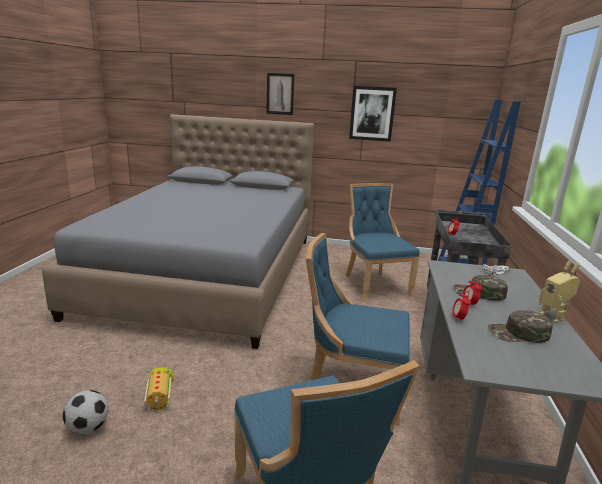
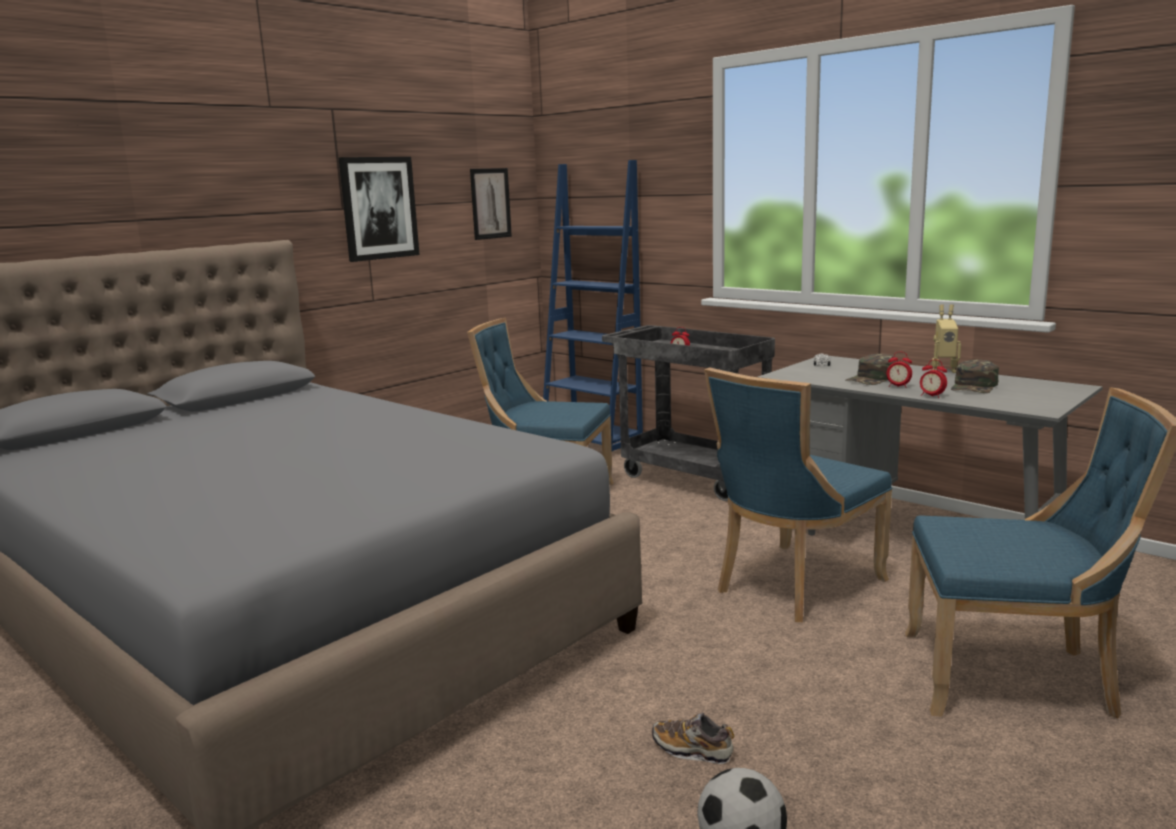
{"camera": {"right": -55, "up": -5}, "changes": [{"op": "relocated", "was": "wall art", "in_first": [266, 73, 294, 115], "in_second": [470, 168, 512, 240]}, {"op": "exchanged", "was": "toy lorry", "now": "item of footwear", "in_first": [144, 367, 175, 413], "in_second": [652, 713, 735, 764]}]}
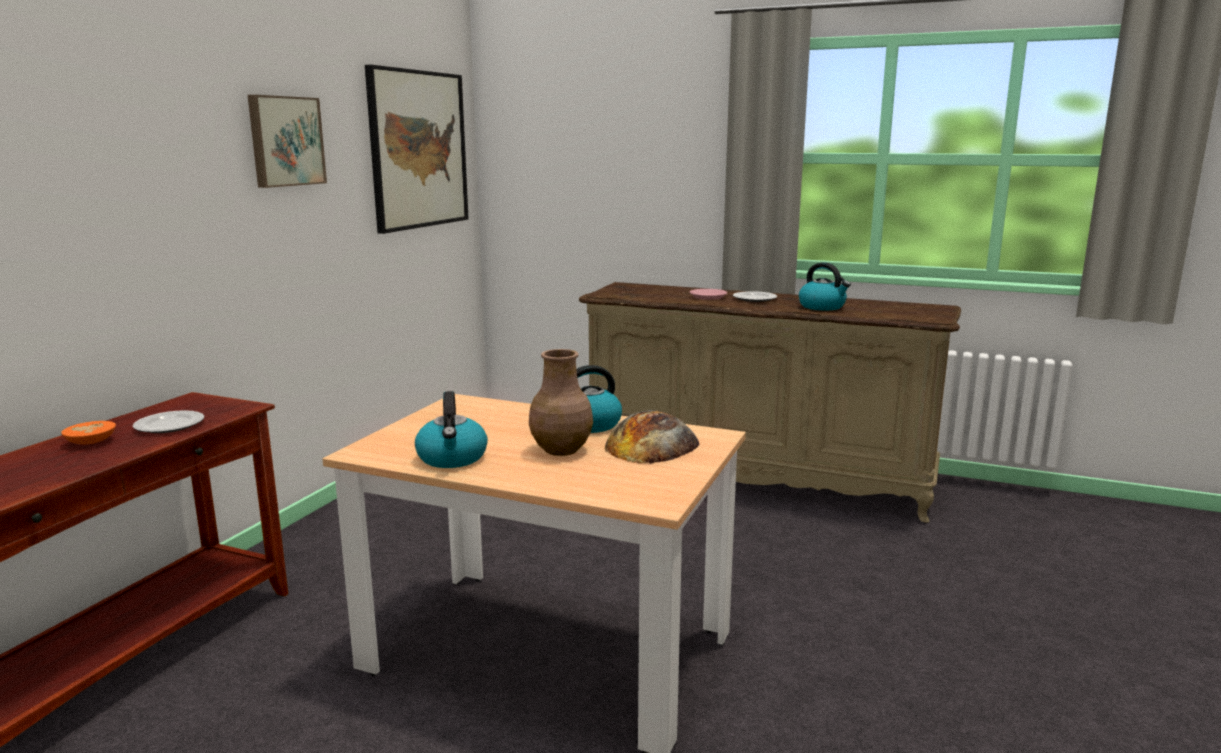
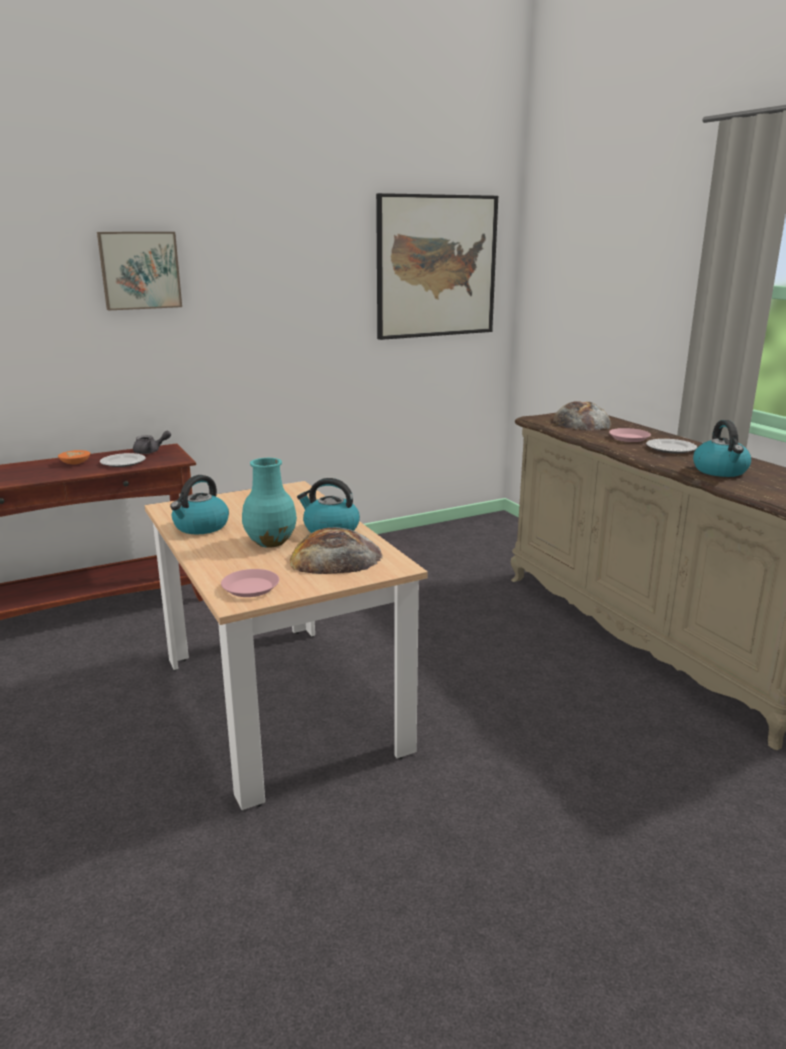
{"camera": {"right": 40, "up": 5}, "changes": [{"op": "appeared", "now": "pot for tea/grey", "in_second": [133, 431, 171, 454]}, {"op": "appeared", "now": "flat dish/pinkish", "in_second": [221, 569, 279, 597]}, {"op": "appeared", "now": "bakery bread", "in_second": [553, 401, 611, 431]}, {"op": "relocated", "was": "wall art", "in_first": [248, 95, 327, 188], "in_second": [97, 232, 182, 311]}, {"op": "colour", "was": "flower vase/brownish", "now": "flower vase/turquoise", "in_first": [529, 349, 593, 456], "in_second": [242, 458, 297, 548]}]}
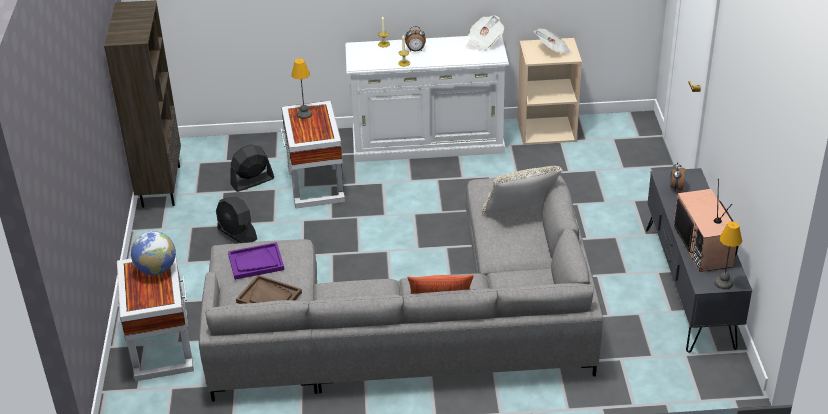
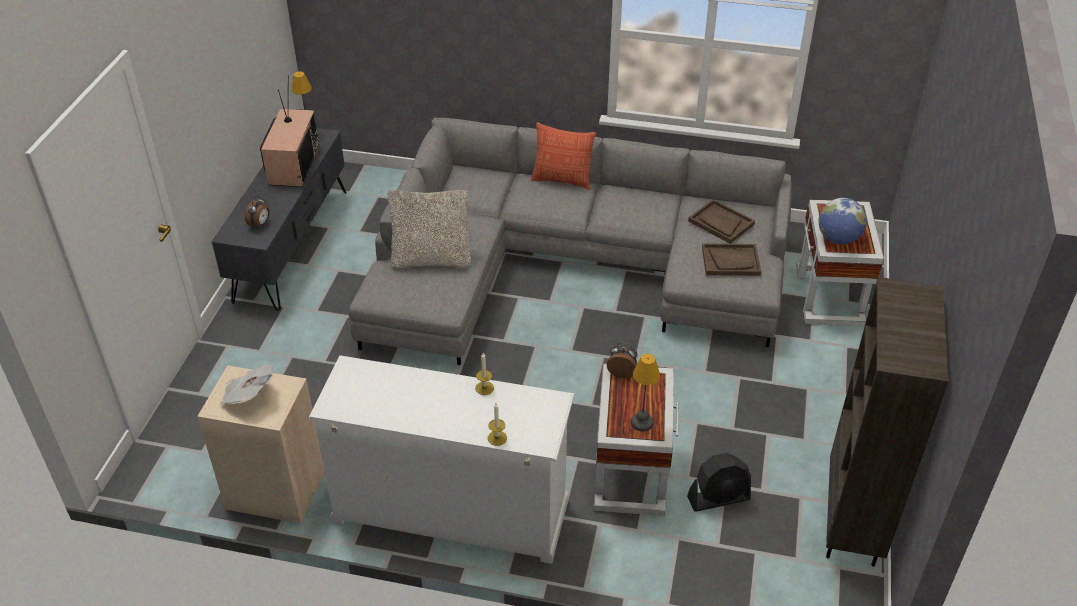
{"camera": {"right": -165, "up": 5}, "changes": [{"op": "missing", "was": "electric fan/blackish", "in_first": [216, 197, 257, 243]}, {"op": "missing", "was": "printed paper", "in_first": [466, 16, 504, 51]}, {"op": "relocated", "was": "table clock", "in_first": [405, 26, 426, 51], "in_second": [607, 343, 638, 378]}, {"op": "colour", "was": "carrying tray/purplish", "now": "carrying tray/brownish", "in_first": [228, 242, 284, 280], "in_second": [702, 244, 761, 276]}]}
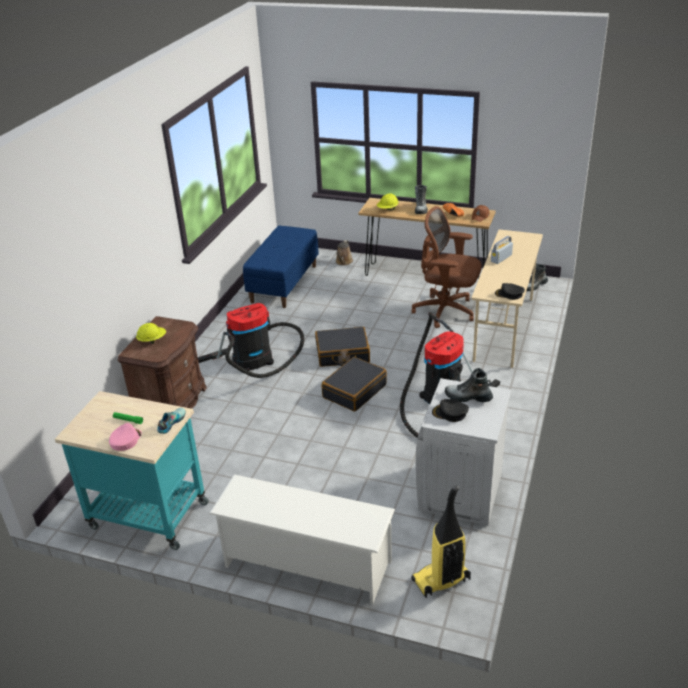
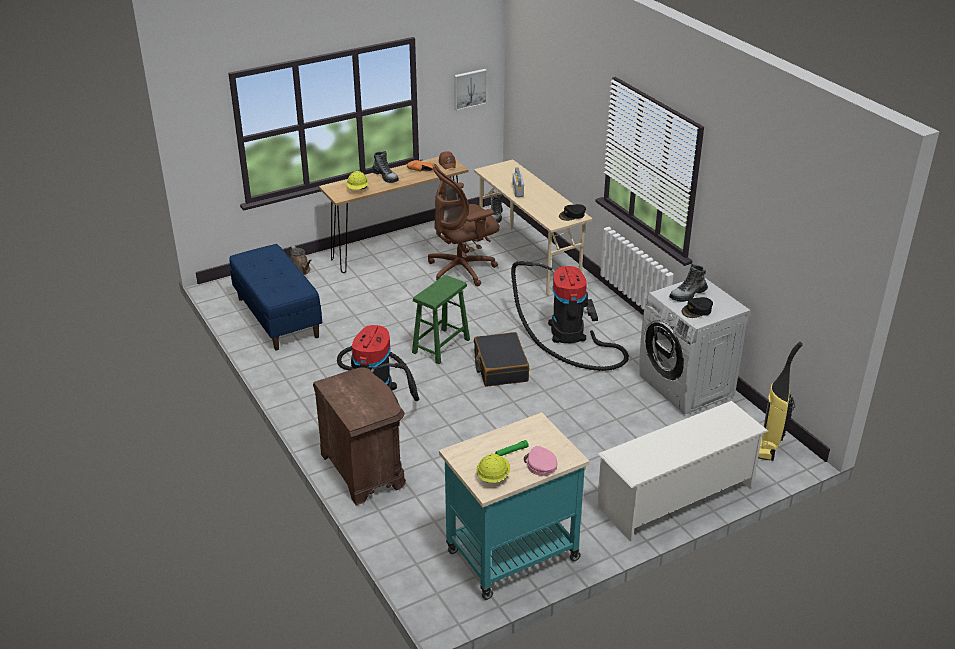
{"camera": {"right": -50, "up": 0}, "changes": [{"op": "missing", "was": "item of footwear", "in_first": [157, 408, 186, 434]}, {"op": "appeared", "now": "wall art", "in_second": [454, 69, 487, 111]}, {"op": "relocated", "was": "hard hat/yellowish", "in_first": [136, 323, 166, 344], "in_second": [476, 454, 510, 483]}, {"op": "exchanged", "was": "travel case/blackish", "now": "stool seat/greenish", "in_first": [315, 327, 370, 367], "in_second": [412, 275, 470, 364]}]}
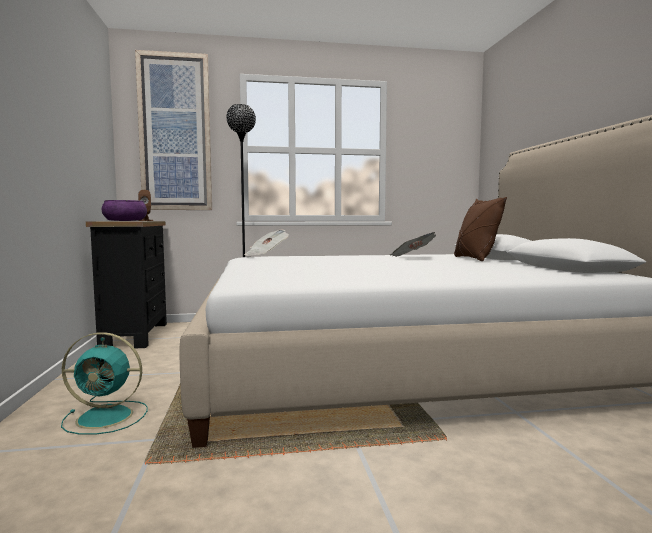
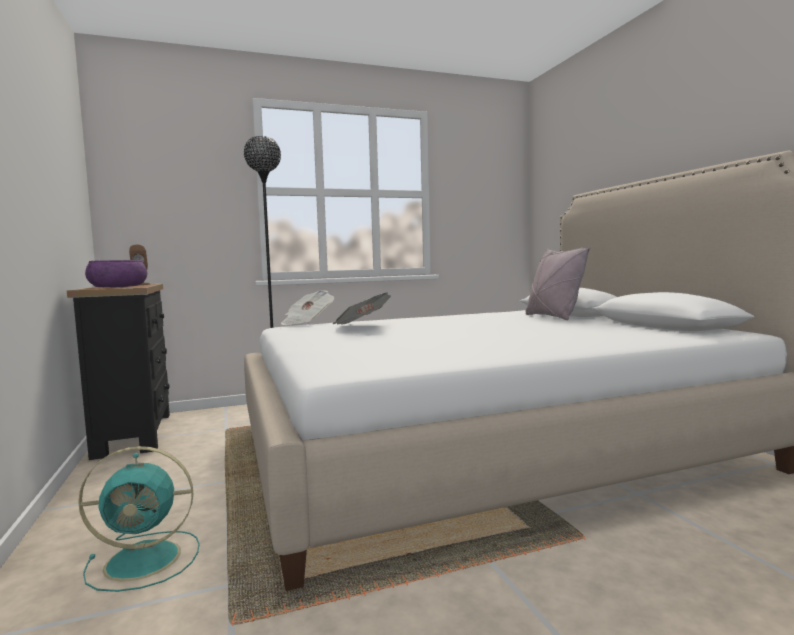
{"camera": {"right": -10, "up": 0}, "changes": [{"op": "missing", "was": "wall art", "in_first": [135, 50, 212, 210]}, {"op": "relocated", "was": "printed paper", "in_first": [390, 232, 436, 257], "in_second": [333, 292, 391, 325]}, {"op": "colour", "was": "throw pillow/brownish", "now": "throw pillow/purplish", "in_first": [454, 197, 507, 261], "in_second": [525, 247, 590, 320]}]}
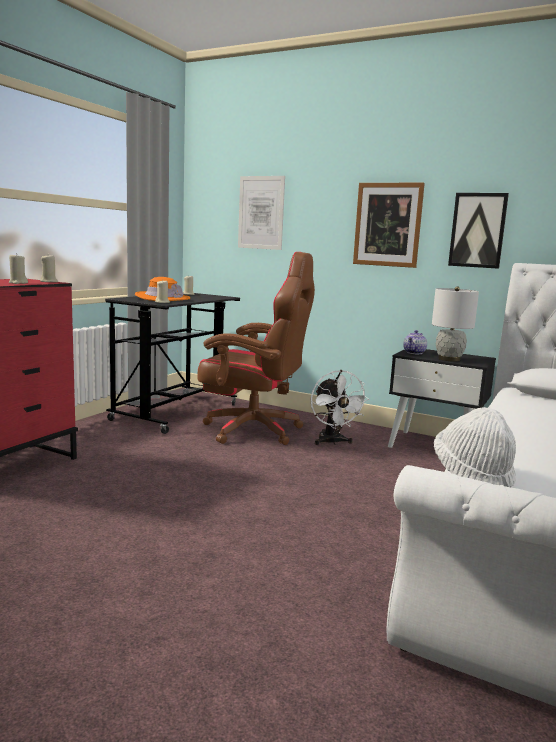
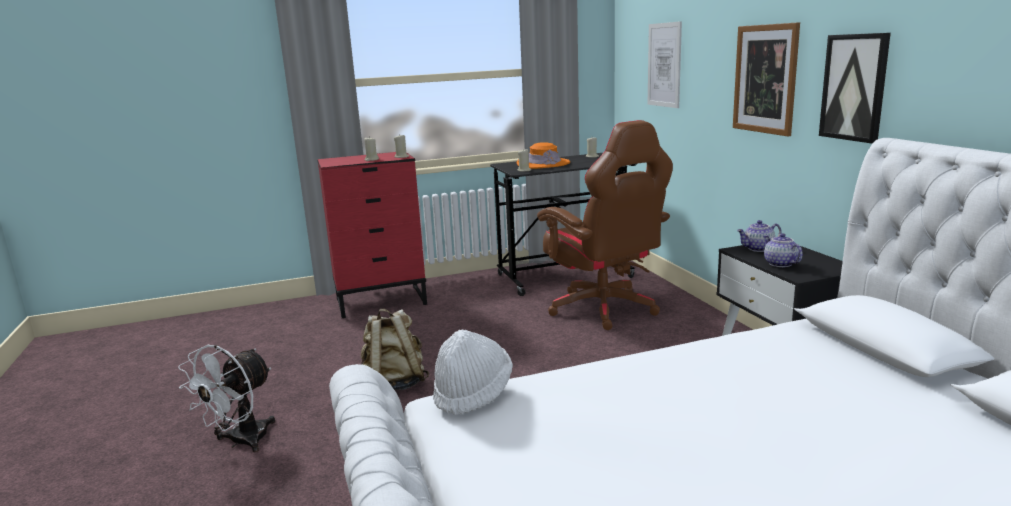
{"camera": {"right": 45, "up": 5}, "changes": [{"op": "appeared", "now": "knapsack/beige-coloured", "in_second": [361, 309, 429, 390]}, {"op": "relocated", "was": "electric fan/white", "in_first": [311, 370, 369, 445], "in_second": [178, 345, 275, 452]}, {"op": "exchanged", "was": "tabletop lamp/white", "now": "pot for tea", "in_first": [432, 286, 479, 362], "in_second": [763, 233, 803, 267]}]}
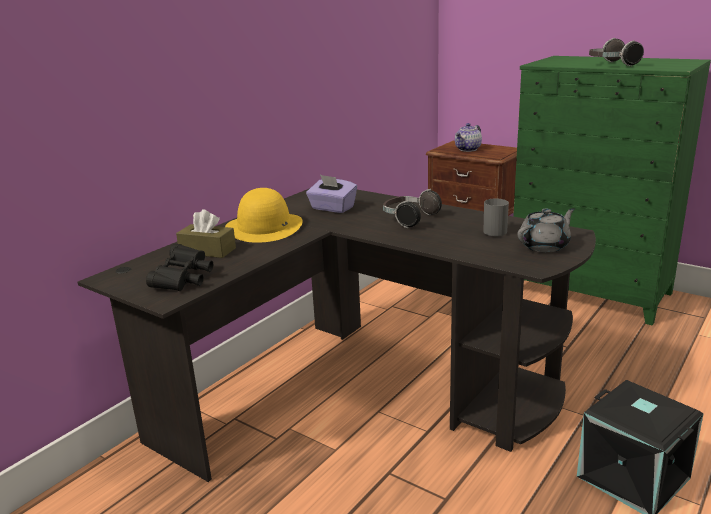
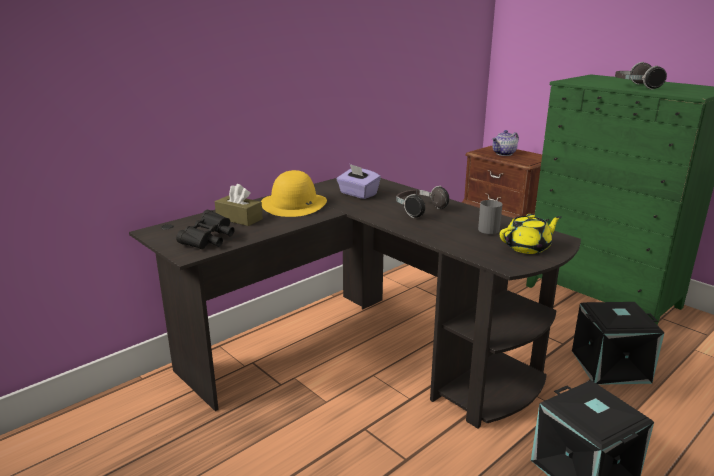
{"camera": {"right": 10, "up": 0}, "changes": [{"op": "appeared", "now": "storage container/blackish", "in_second": [572, 302, 664, 385]}, {"op": "colour", "was": "pot for tea/grey", "now": "pot for tea/yellowish", "in_first": [517, 208, 575, 252], "in_second": [500, 214, 561, 254]}]}
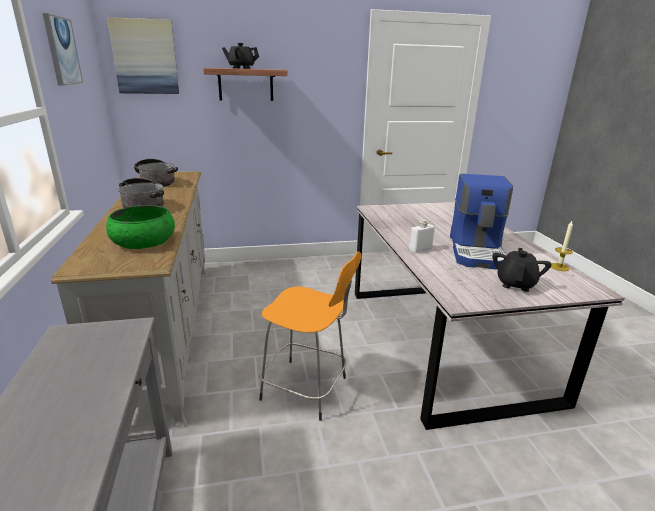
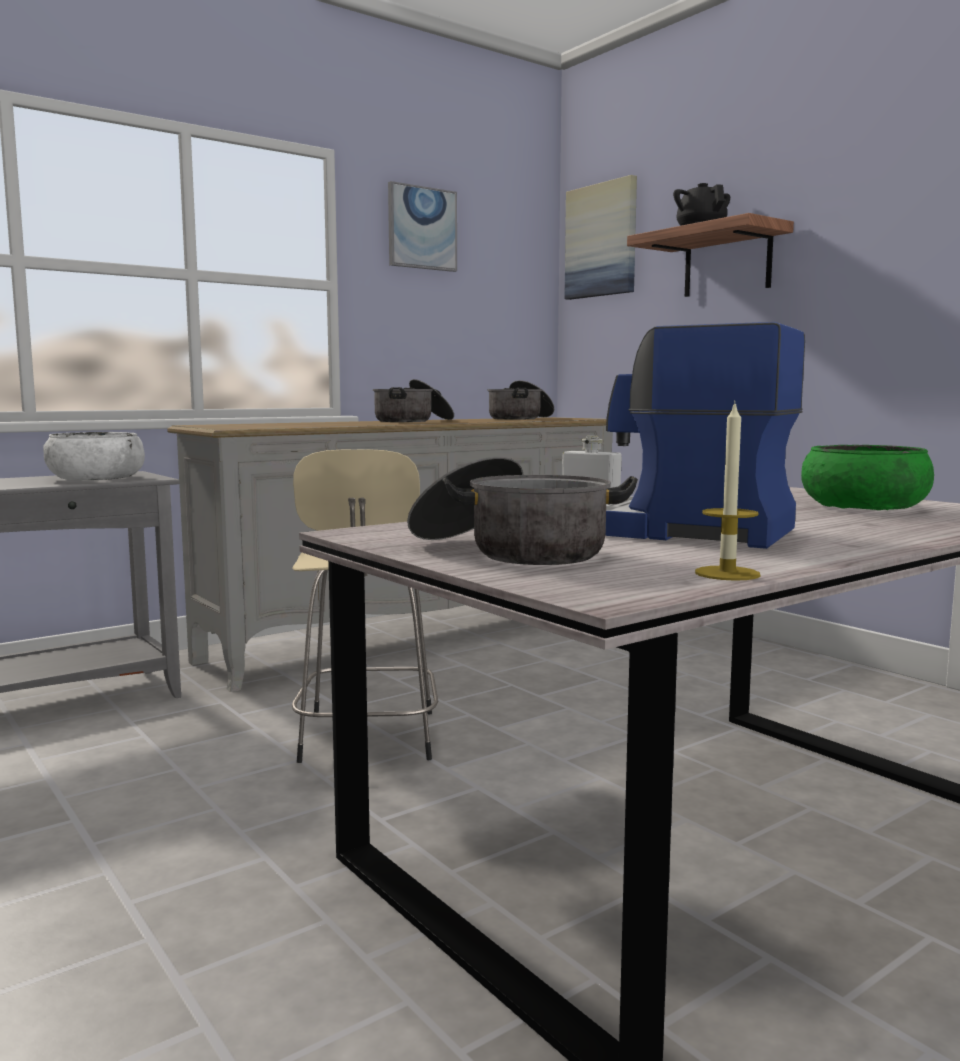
{"camera": {"right": 65, "up": -15}, "changes": [{"op": "appeared", "now": "serving bowl/white", "in_second": [43, 432, 145, 481]}, {"op": "relocated", "was": "serving bowl/greenish", "in_first": [106, 205, 175, 249], "in_second": [801, 445, 934, 510]}, {"op": "exchanged", "was": "pot for tea/blackish", "now": "cooking pot", "in_first": [492, 248, 552, 292], "in_second": [407, 457, 638, 565]}, {"op": "colour", "was": "stool seat/orange", "now": "stool seat/beige-coloured", "in_first": [259, 251, 361, 421], "in_second": [292, 450, 438, 763]}, {"op": "spun", "was": "coffee machine", "in_first": [450, 174, 513, 270], "in_second": [605, 322, 805, 549], "clockwise": 45}]}
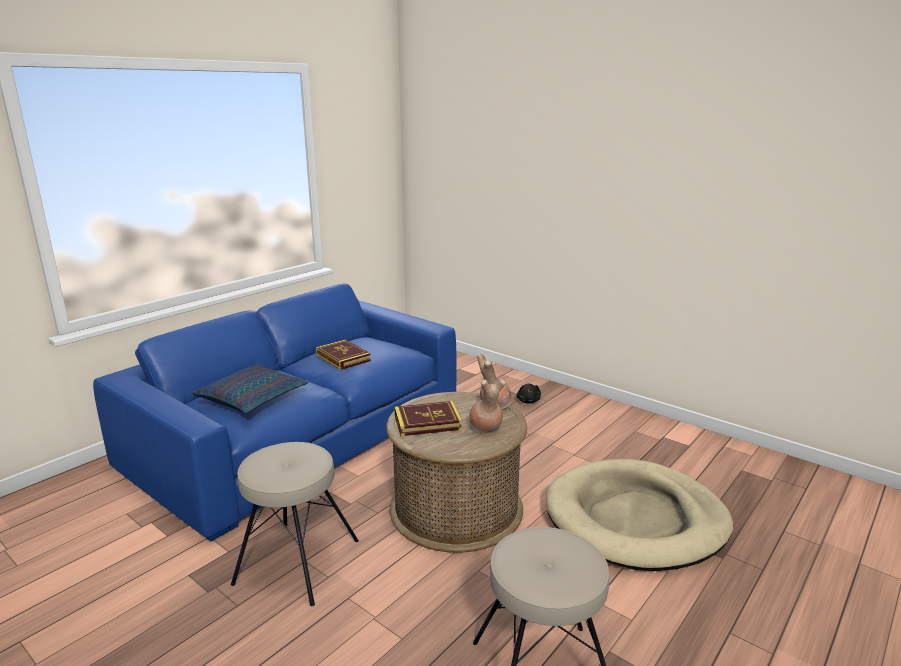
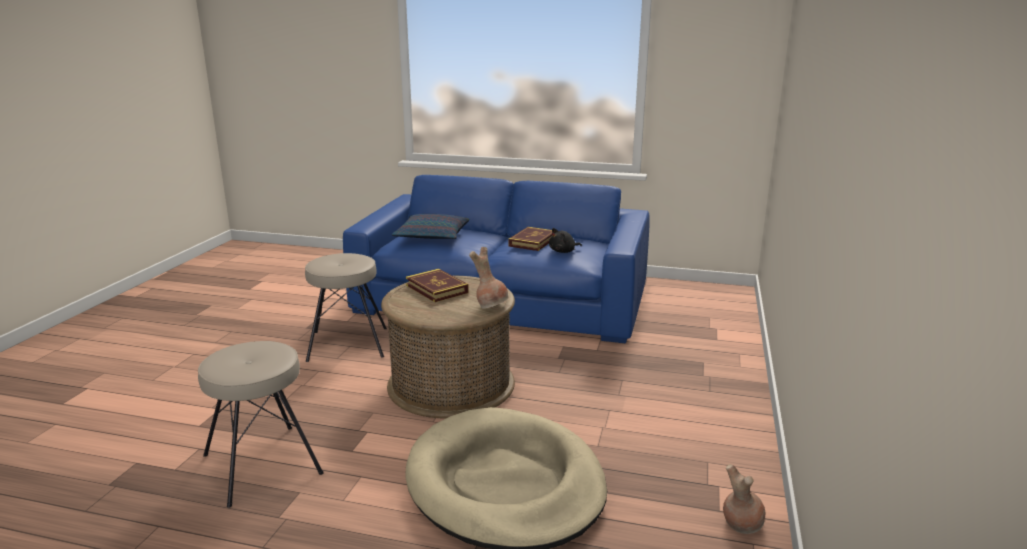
{"camera": {"right": 65, "up": 0}, "changes": [{"op": "relocated", "was": "flower vase/brownish", "in_first": [469, 379, 506, 434], "in_second": [723, 464, 765, 534]}, {"op": "relocated", "was": "soft toy/blackish", "in_first": [516, 384, 541, 404], "in_second": [549, 228, 582, 253]}]}
